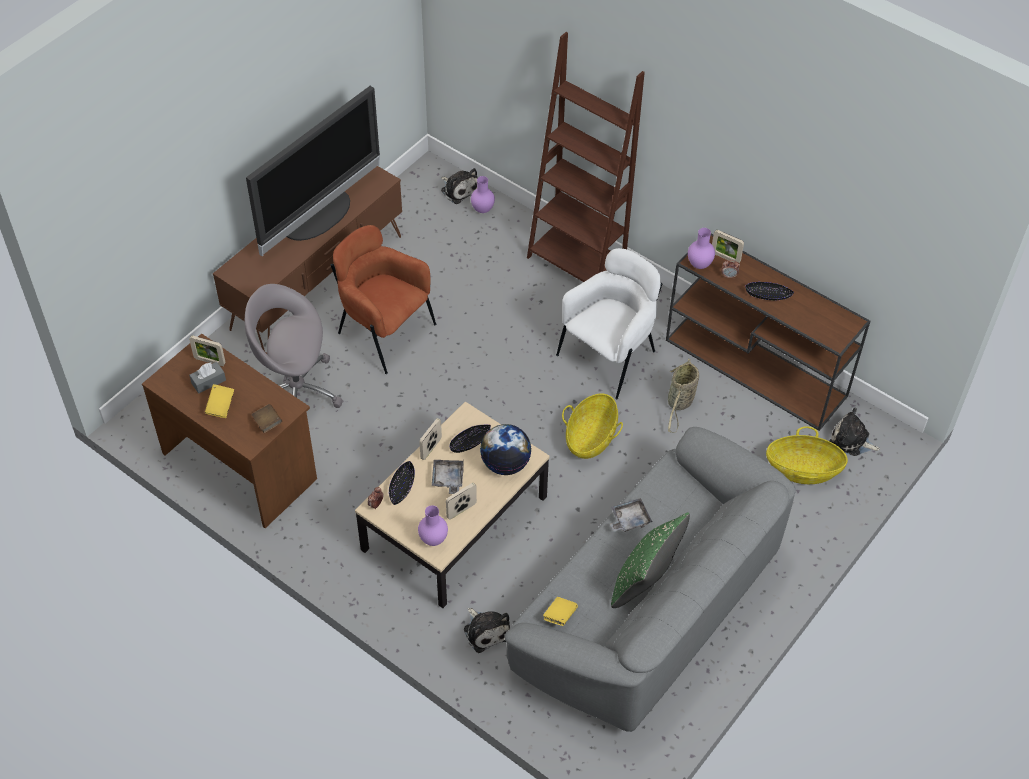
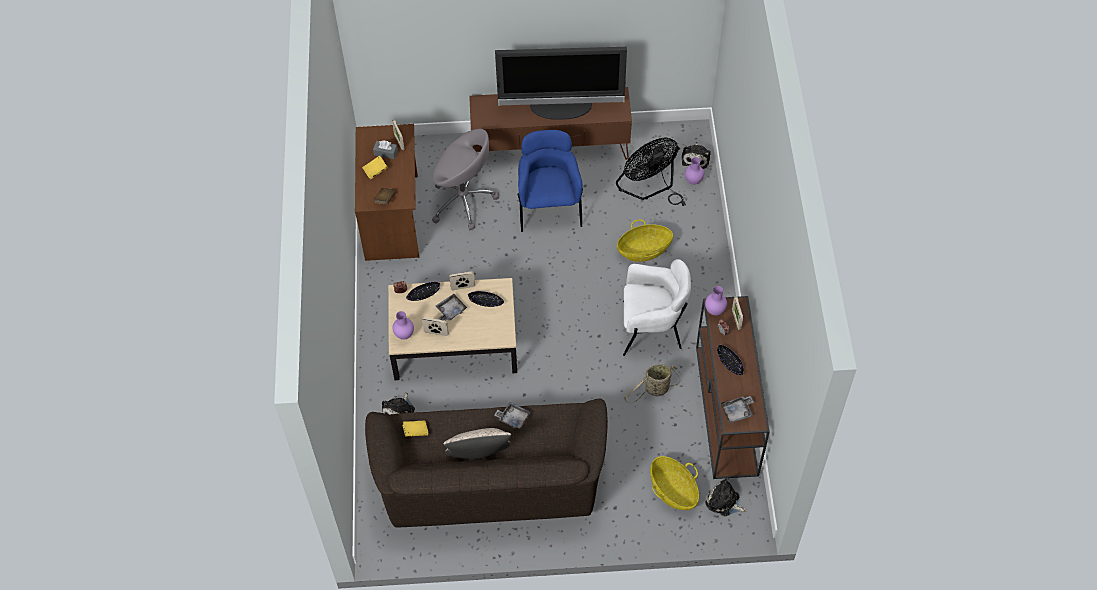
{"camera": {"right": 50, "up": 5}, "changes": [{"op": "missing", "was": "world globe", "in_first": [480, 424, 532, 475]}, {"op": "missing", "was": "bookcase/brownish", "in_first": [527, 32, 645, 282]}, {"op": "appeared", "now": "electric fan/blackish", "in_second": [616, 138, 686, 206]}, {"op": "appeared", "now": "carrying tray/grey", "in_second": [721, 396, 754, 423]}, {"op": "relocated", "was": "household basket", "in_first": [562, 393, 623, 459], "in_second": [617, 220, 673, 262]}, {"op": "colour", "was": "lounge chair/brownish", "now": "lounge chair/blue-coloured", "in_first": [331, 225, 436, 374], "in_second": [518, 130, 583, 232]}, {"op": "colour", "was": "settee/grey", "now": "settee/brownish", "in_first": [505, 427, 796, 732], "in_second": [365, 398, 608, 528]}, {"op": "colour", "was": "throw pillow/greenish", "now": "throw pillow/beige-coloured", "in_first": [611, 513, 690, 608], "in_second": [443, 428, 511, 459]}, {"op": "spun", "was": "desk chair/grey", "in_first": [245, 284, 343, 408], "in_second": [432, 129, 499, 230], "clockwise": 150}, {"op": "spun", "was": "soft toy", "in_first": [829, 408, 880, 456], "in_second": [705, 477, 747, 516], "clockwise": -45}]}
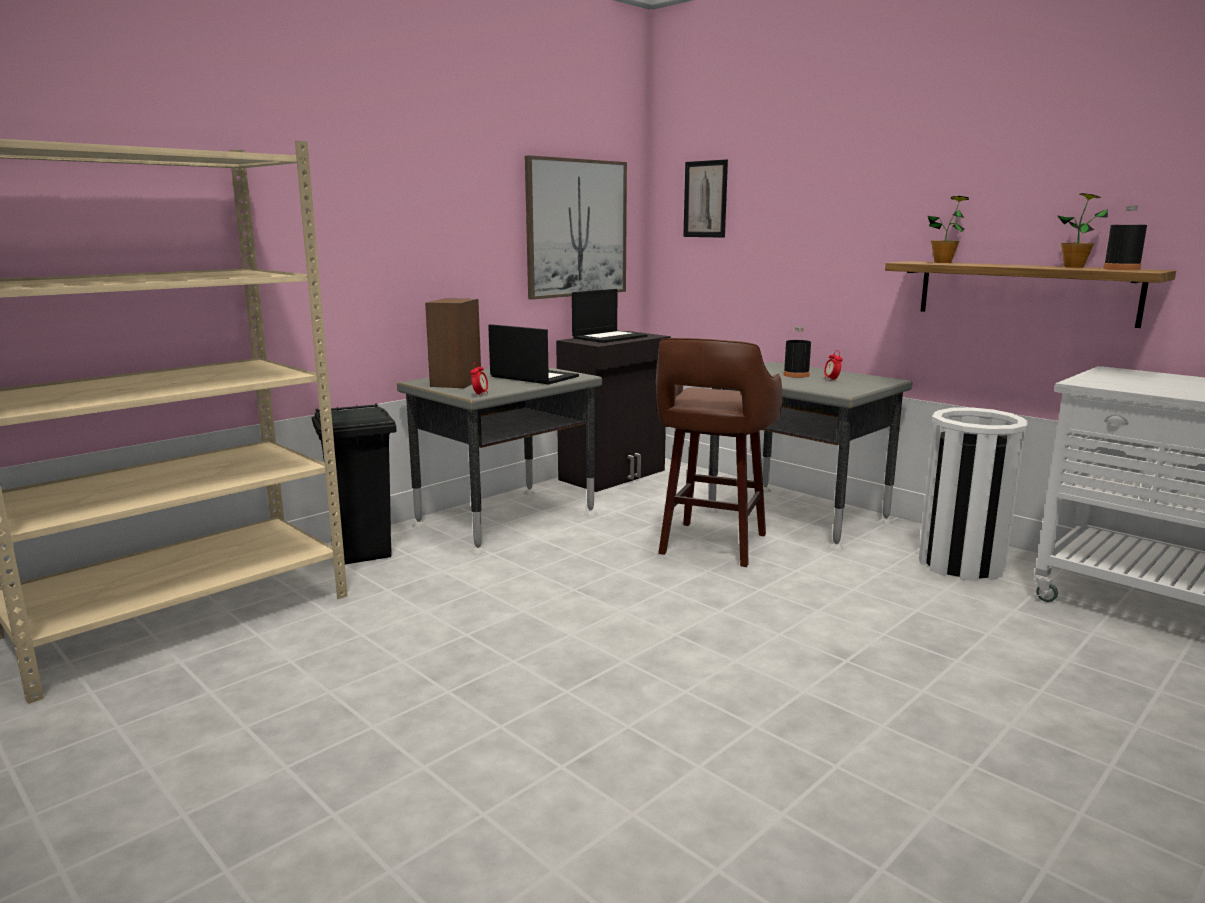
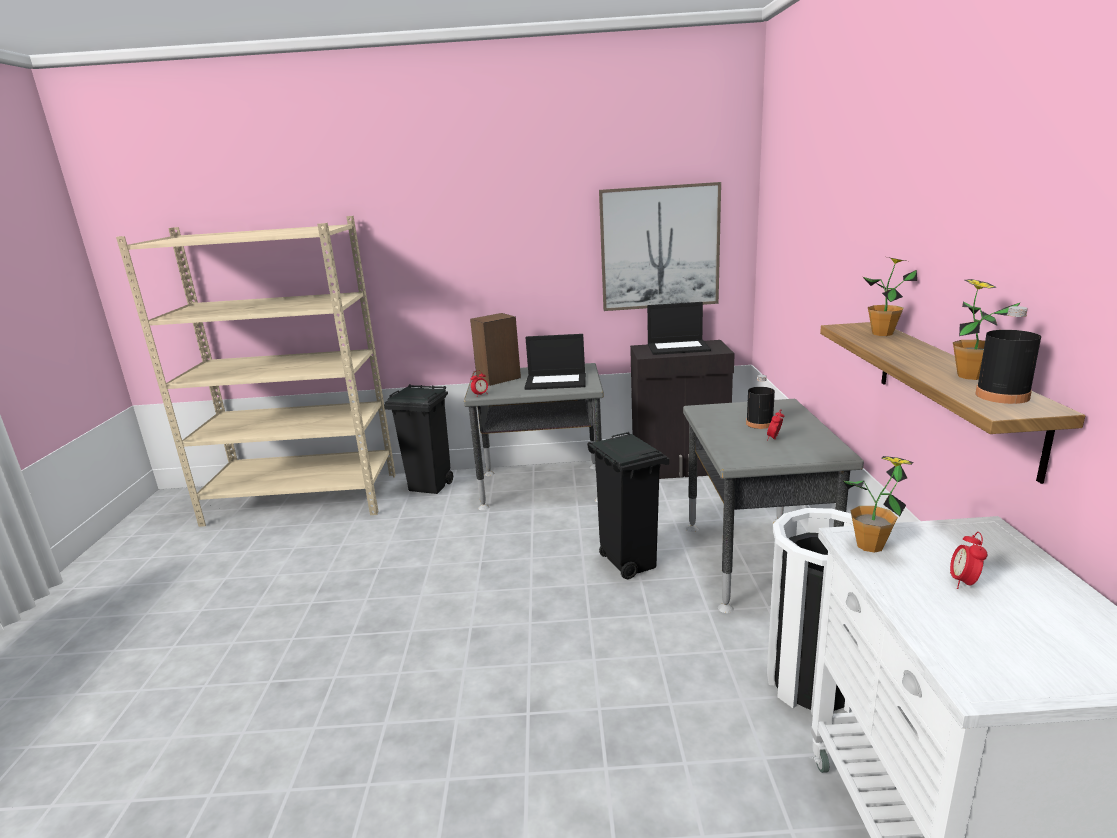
{"camera": {"right": 45, "up": 5}, "changes": [{"op": "missing", "was": "wall art", "in_first": [683, 159, 728, 238]}, {"op": "appeared", "now": "potted plant", "in_second": [843, 456, 913, 553]}, {"op": "appeared", "now": "table clock", "in_second": [950, 532, 987, 589]}, {"op": "exchanged", "was": "stool seat/brownish", "now": "waste bin/blackish", "in_first": [656, 338, 782, 567], "in_second": [587, 432, 669, 579]}, {"op": "spun", "was": "notebook computer", "in_first": [488, 324, 579, 384], "in_second": [524, 334, 586, 390], "clockwise": 105}]}
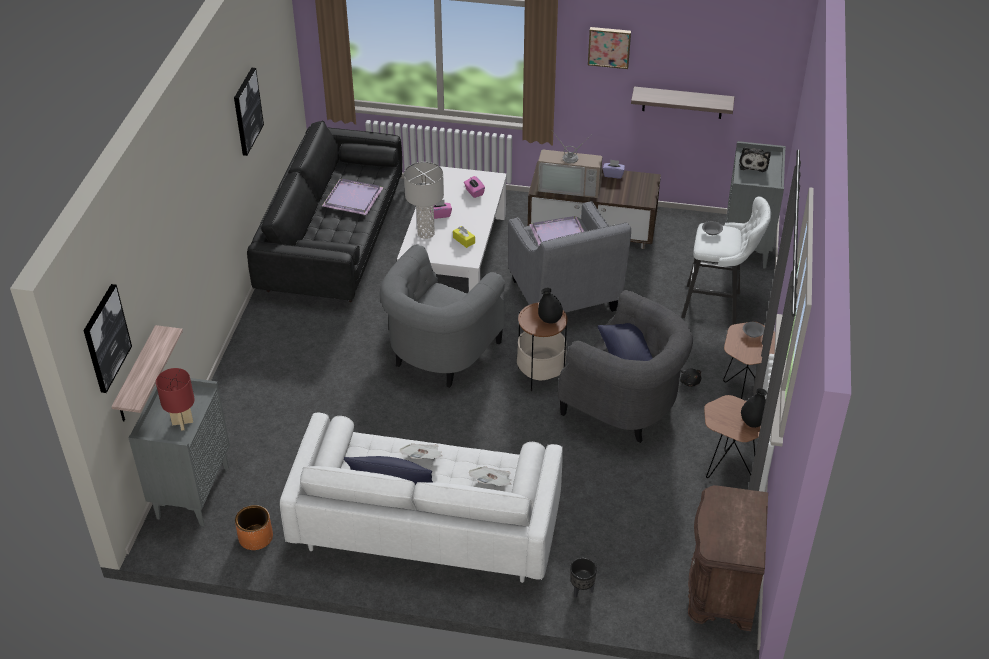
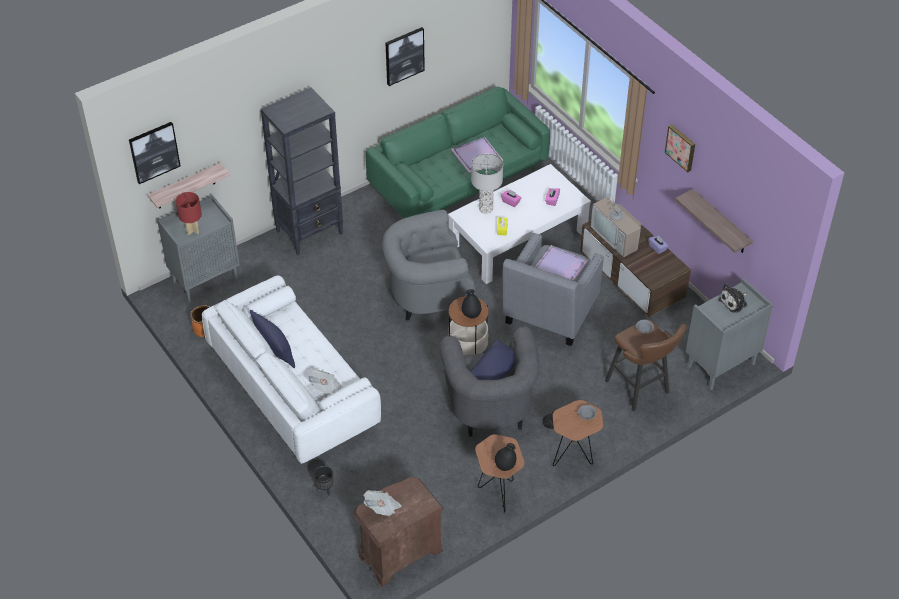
{"camera": {"right": 45, "up": 5}, "changes": [{"op": "appeared", "now": "bookcase/blackish", "in_second": [261, 87, 343, 256]}, {"op": "relocated", "was": "printed paper", "in_first": [400, 443, 442, 459], "in_second": [363, 490, 402, 516]}, {"op": "colour", "was": "settee/blackish", "now": "settee/greenish", "in_first": [247, 121, 402, 302], "in_second": [366, 86, 550, 218]}, {"op": "colour", "was": "stool seat/white", "now": "stool seat/brownish", "in_first": [681, 196, 771, 325], "in_second": [605, 319, 686, 412]}]}
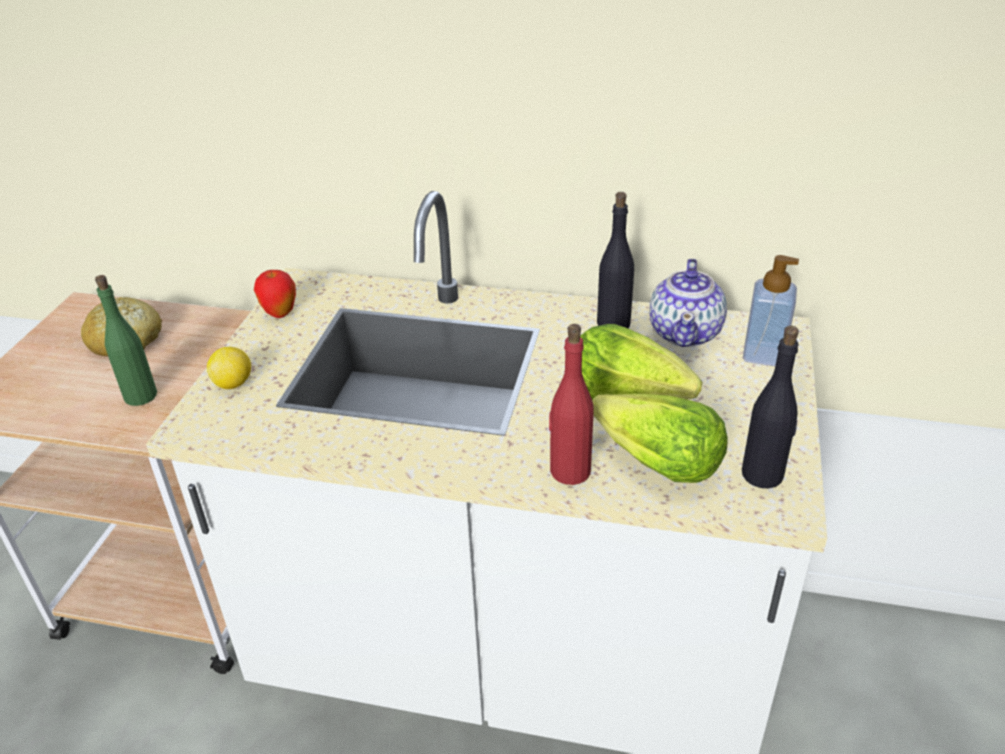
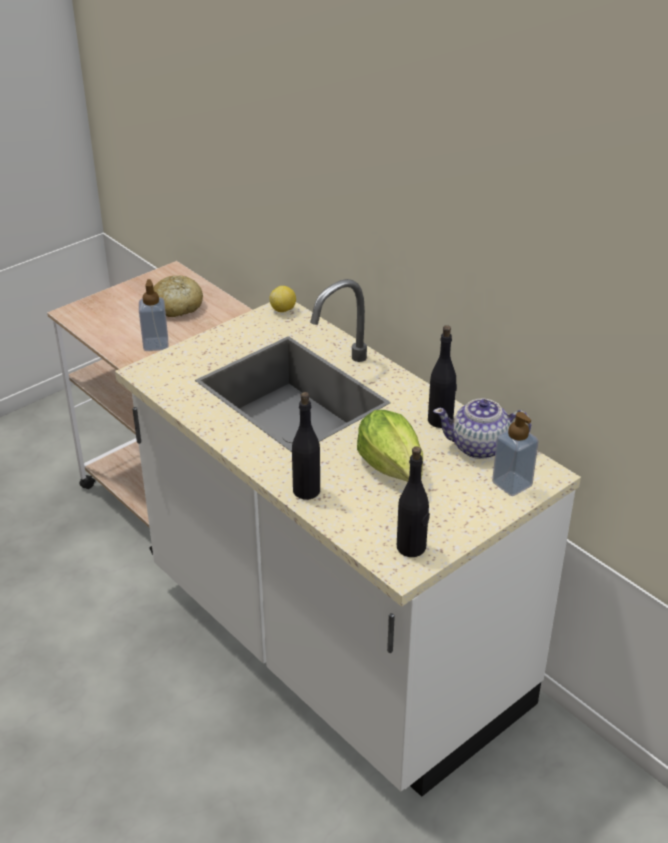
{"camera": {"right": 35, "up": 0}, "changes": [{"op": "missing", "was": "apple", "in_first": [254, 270, 296, 318]}, {"op": "missing", "was": "lettuce", "in_first": [592, 394, 728, 483]}, {"op": "relocated", "was": "citrus fruit", "in_first": [207, 347, 251, 389], "in_second": [269, 286, 296, 312]}, {"op": "exchanged", "was": "beverage bottle/greenish", "now": "liquid soap bottle", "in_first": [95, 275, 157, 406], "in_second": [139, 279, 168, 351]}, {"op": "colour", "was": "beverage bottle/reddish", "now": "beverage bottle/blackish", "in_first": [549, 324, 594, 485], "in_second": [292, 392, 320, 499]}, {"op": "spun", "was": "pot for tea", "in_first": [650, 258, 727, 347], "in_second": [433, 399, 531, 459], "clockwise": 45}]}
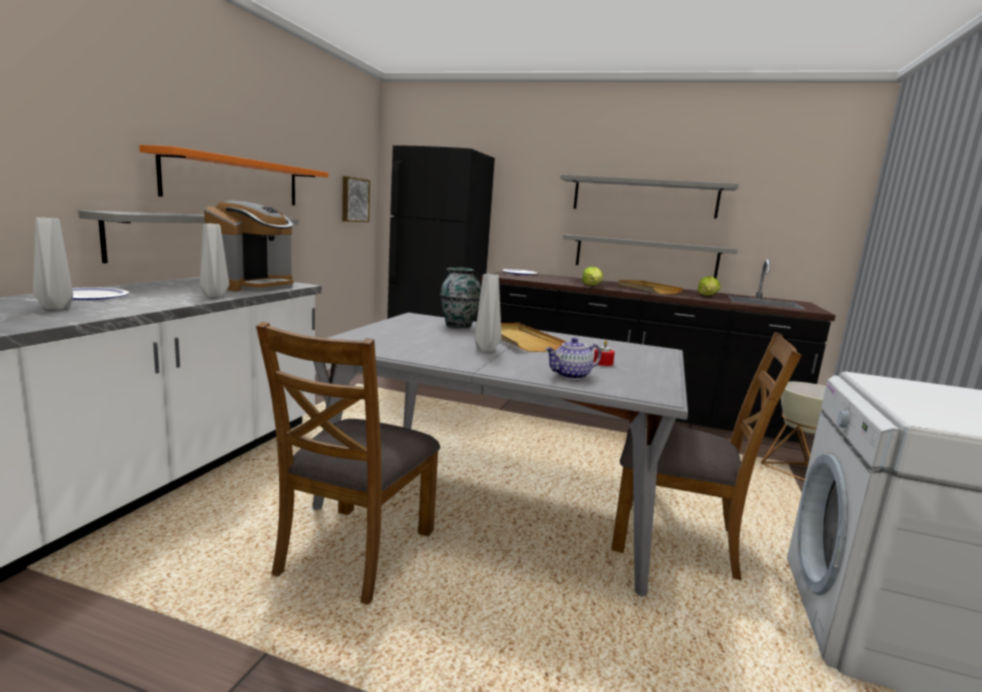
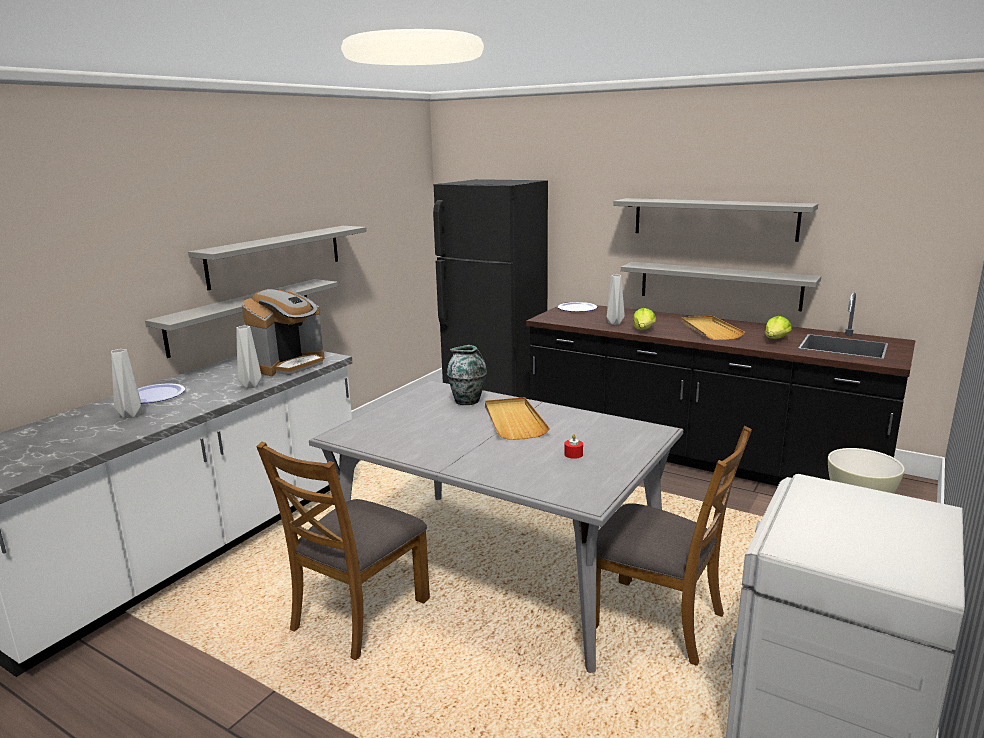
{"camera": {"right": 15, "up": 5}, "changes": [{"op": "missing", "was": "wall art", "in_first": [342, 176, 370, 222]}, {"op": "missing", "was": "pot for tea", "in_first": [545, 338, 601, 380]}, {"op": "relocated", "was": "flower vase/grey", "in_first": [474, 274, 501, 352], "in_second": [607, 274, 625, 325]}, {"op": "colour", "was": "wall shelf/orange", "now": "wall shelf/grey", "in_first": [139, 145, 328, 205], "in_second": [188, 226, 367, 290]}]}
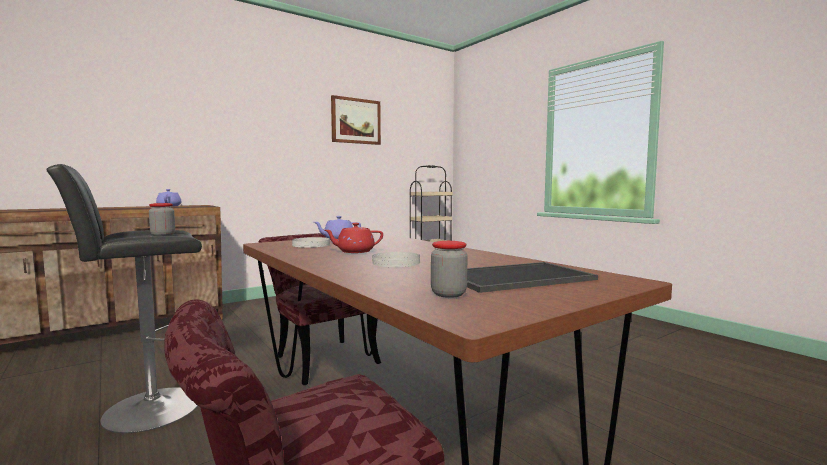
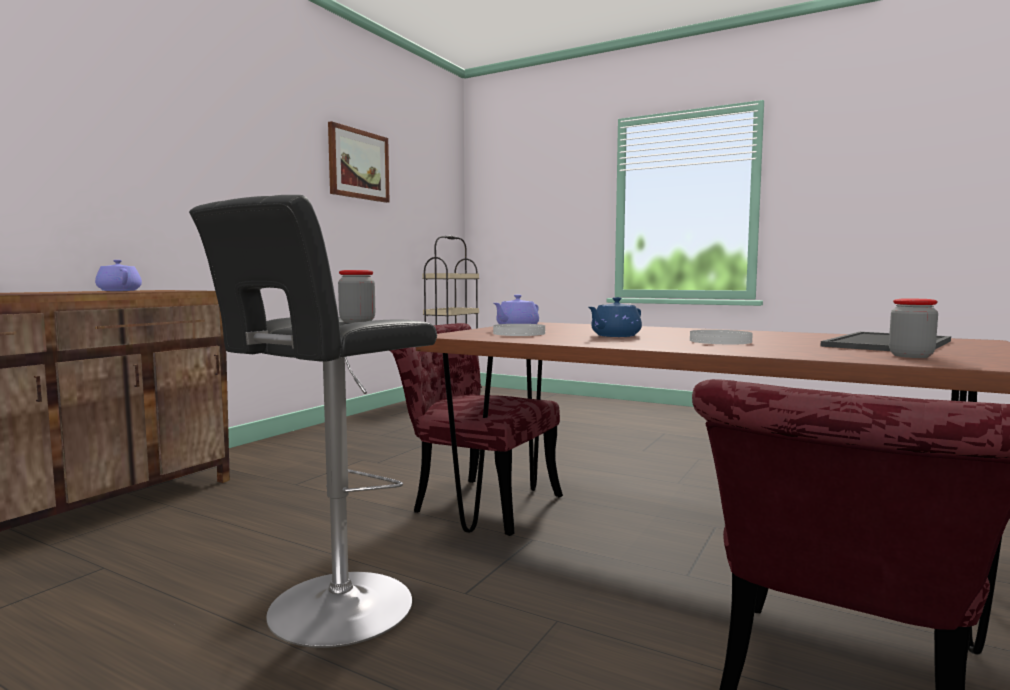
{"camera": {"right": -25, "up": 0}, "changes": [{"op": "colour", "was": "pot for tea/reddish", "now": "pot for tea/blue-coloured", "in_first": [324, 223, 383, 253], "in_second": [588, 297, 642, 337]}]}
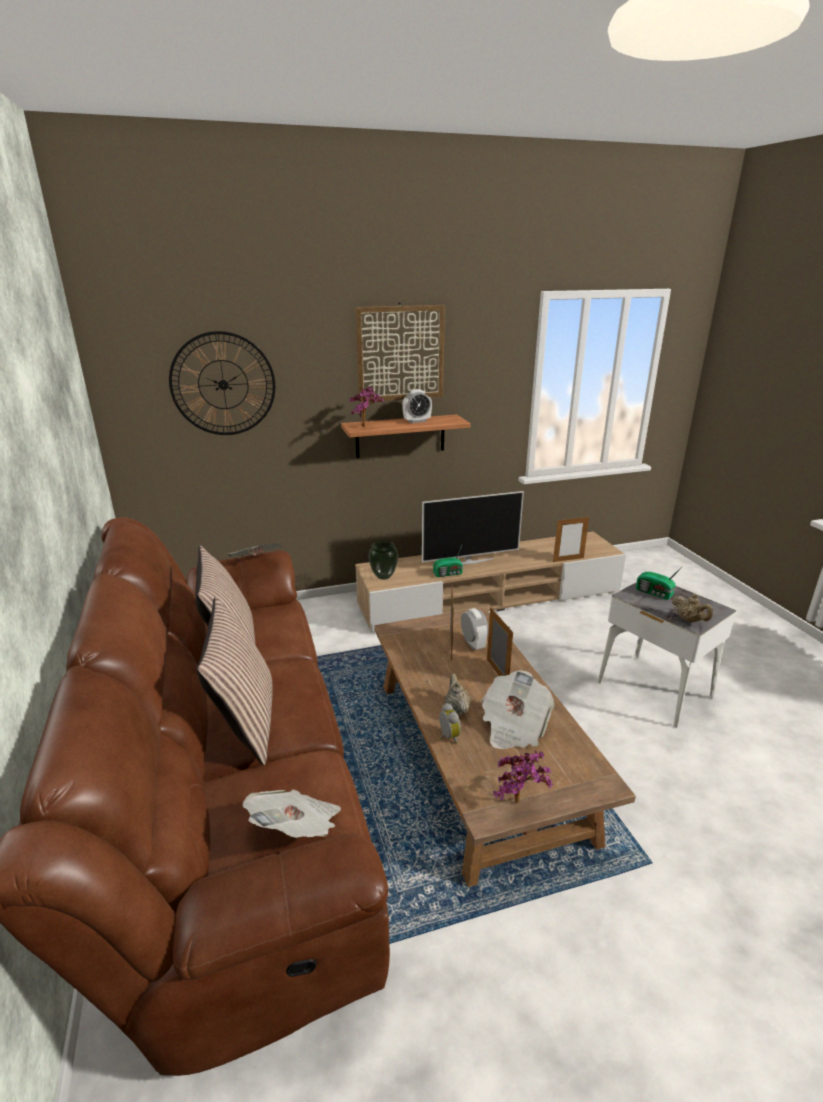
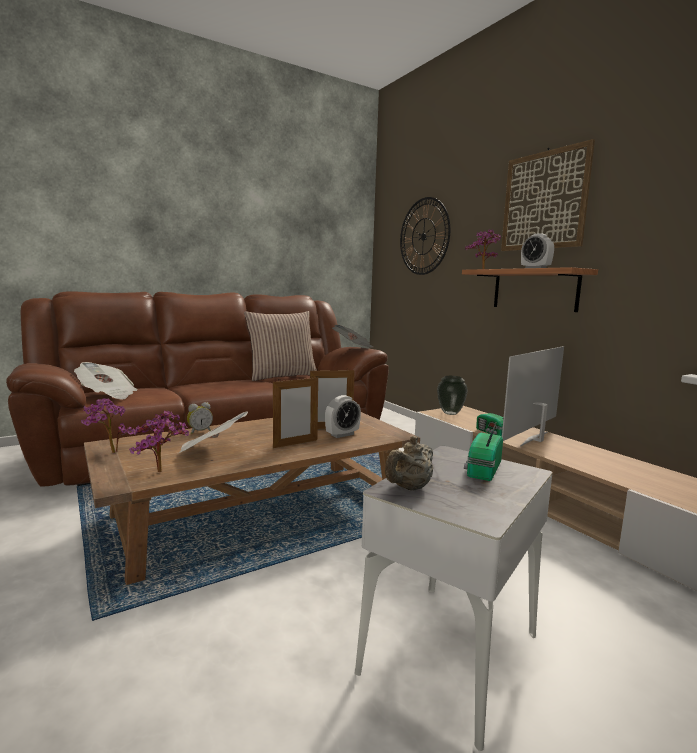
{"camera": {"right": 75, "up": -15}, "changes": [{"op": "missing", "was": "throw pillow", "in_first": [196, 596, 273, 765]}, {"op": "missing", "was": "pot for tea/beige-coloured", "in_first": [445, 673, 471, 714]}, {"op": "missing", "was": "photo frame", "in_first": [553, 517, 589, 562]}, {"op": "appeared", "now": "potted plant", "in_second": [129, 410, 189, 472]}, {"op": "spun", "was": "television", "in_first": [422, 491, 524, 565], "in_second": [502, 346, 564, 447], "clockwise": 75}]}
